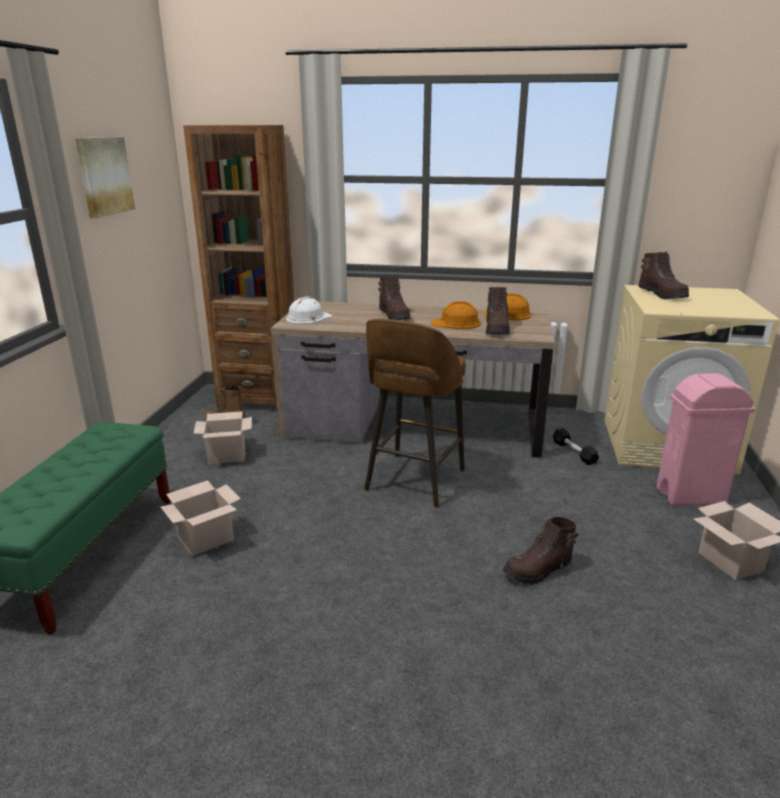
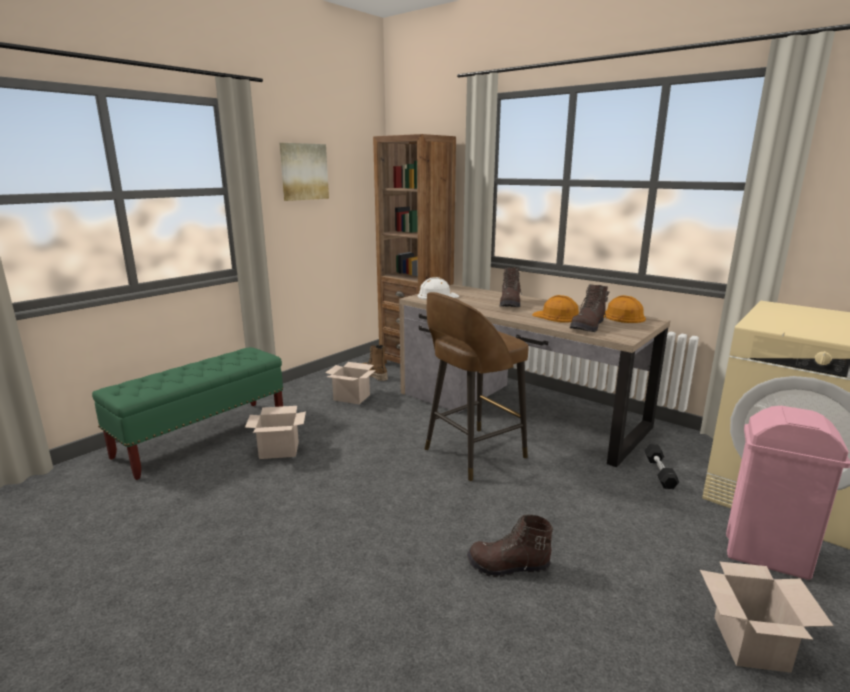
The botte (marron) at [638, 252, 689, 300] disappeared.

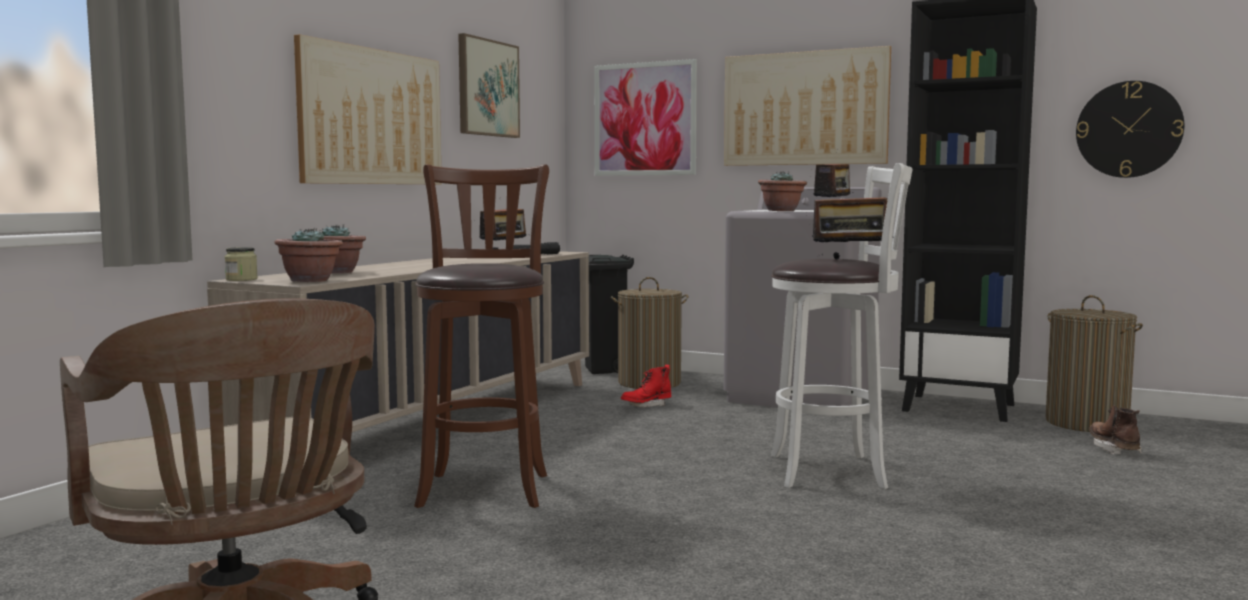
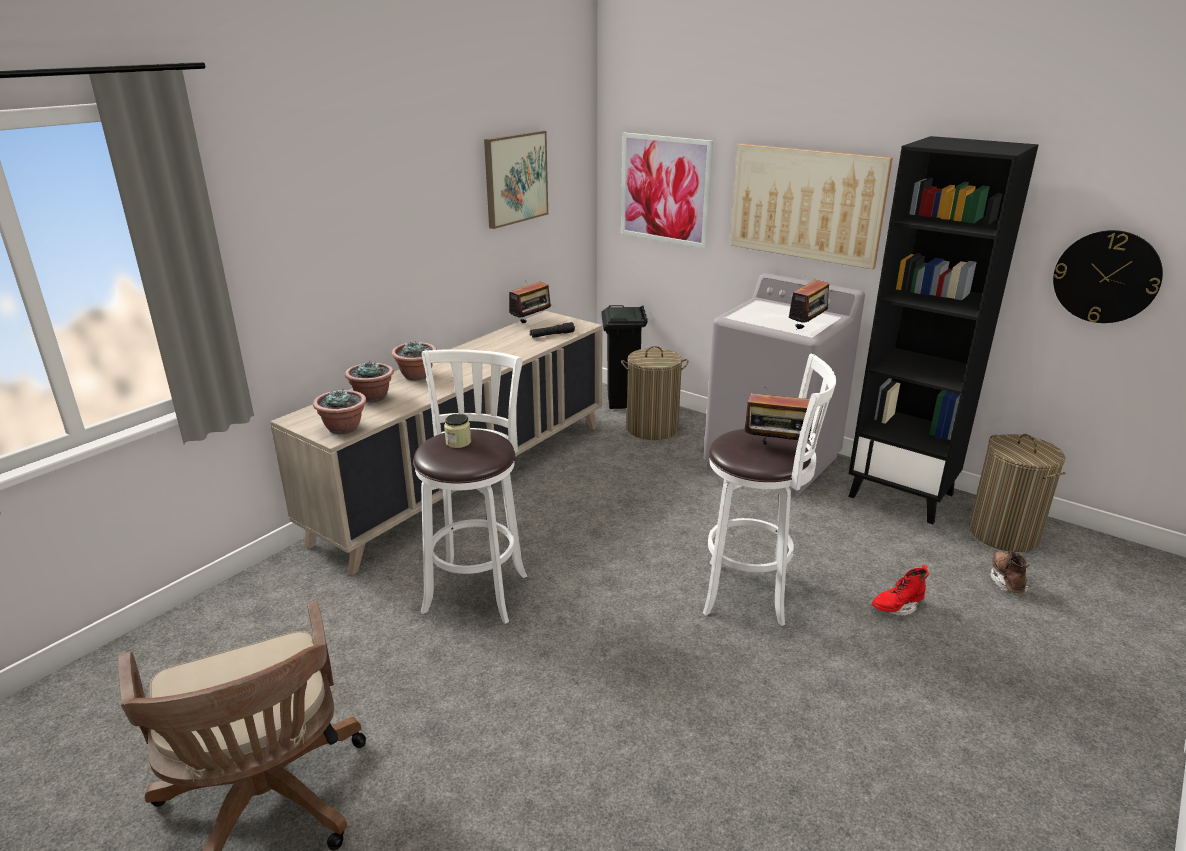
The bocal moved from [225, 247, 258, 281] to [444, 414, 471, 448].
The tableau at [294, 34, 442, 184] disappeared.
The tabouret (marron) at [414, 165, 549, 508] became the tabouret (blanc) at [413, 349, 527, 624].
The botte (rouge) moved from [621, 365, 671, 408] to [872, 565, 929, 616].
The plante en pot moved from [758, 172, 807, 211] to [391, 341, 437, 380].

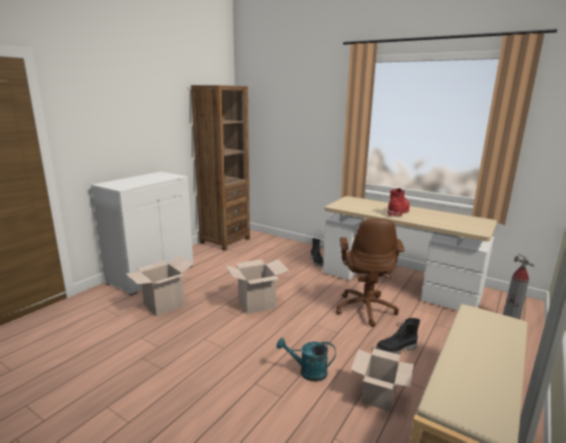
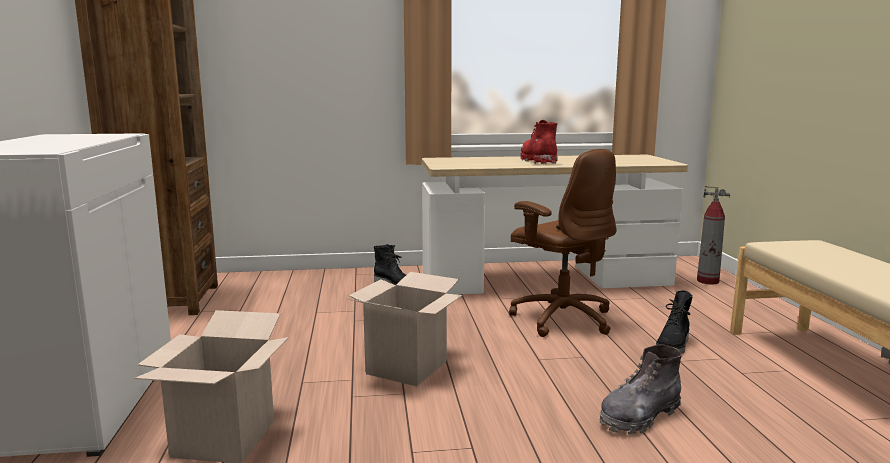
The arrosoir (turquoise) at [277, 338, 336, 382] was replaced by the botte (gris) at [600, 344, 682, 434].
The carton at [351, 348, 414, 412] disappeared.

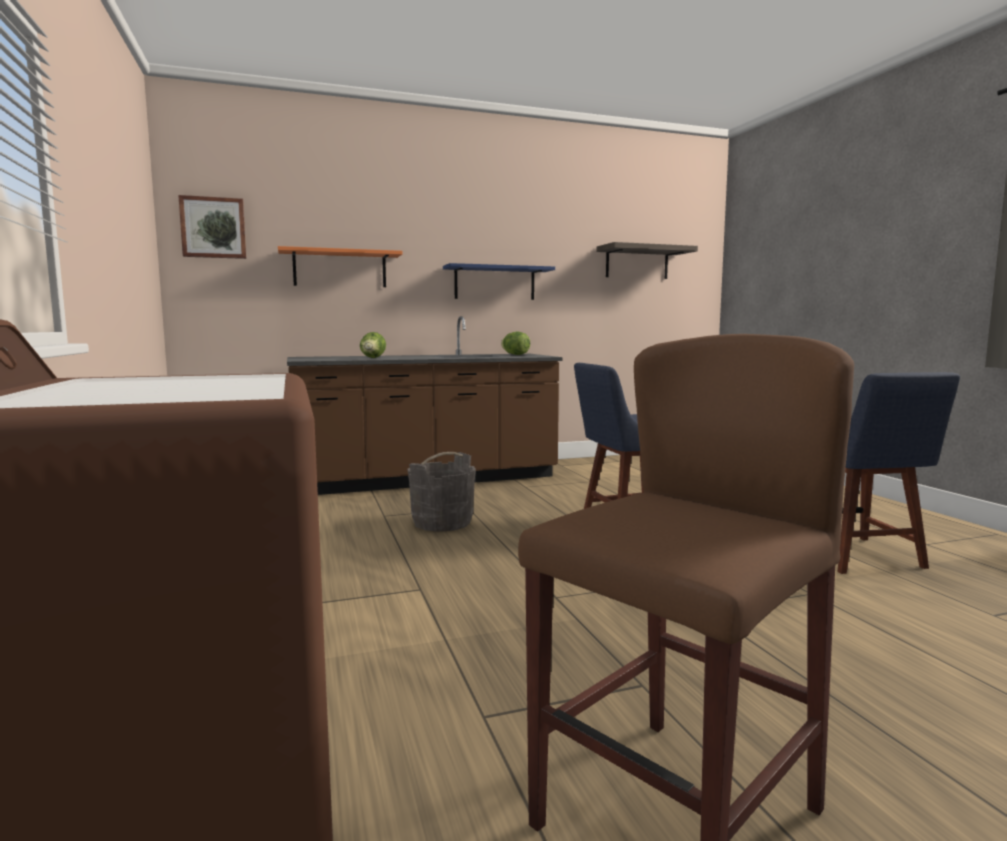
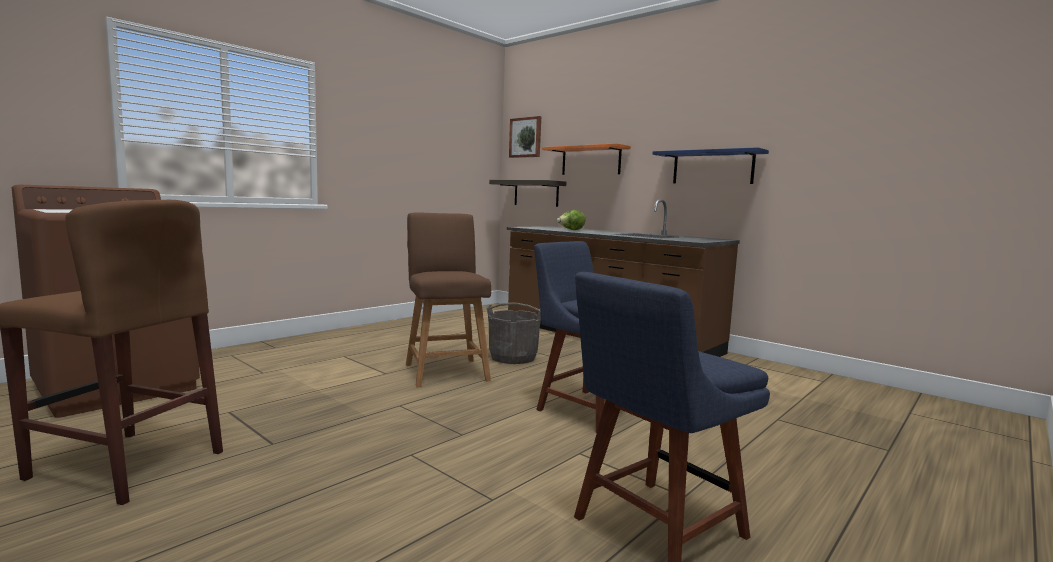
The laitue at [501, 332, 530, 355] disappeared.
The étagère moved from [596, 242, 698, 279] to [489, 180, 566, 207].
The tabouret (marron) at [406, 213, 491, 387] appeared.

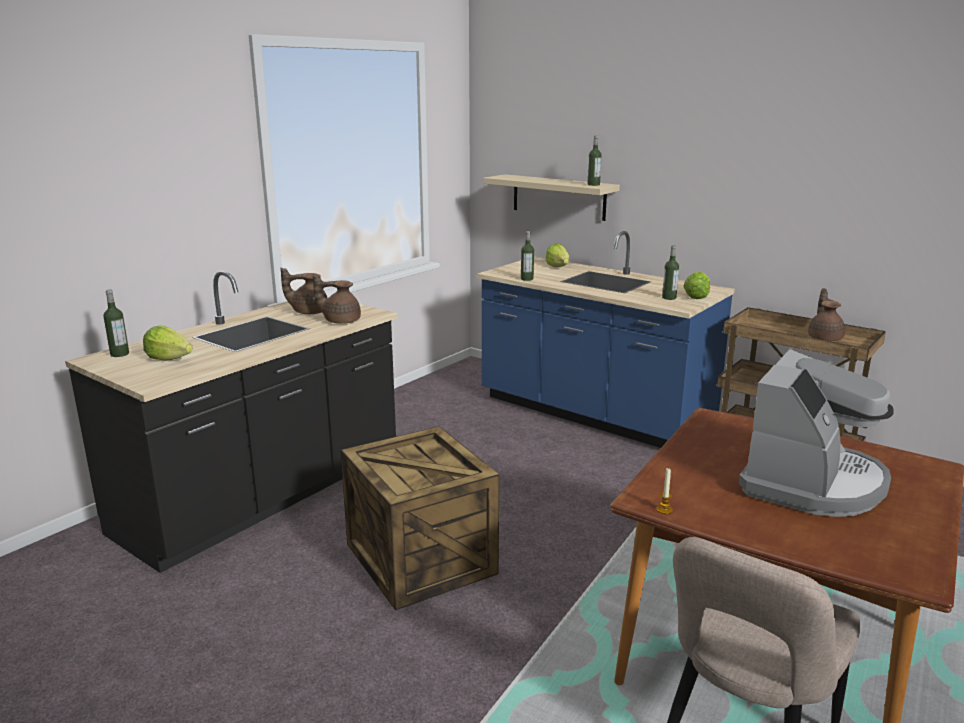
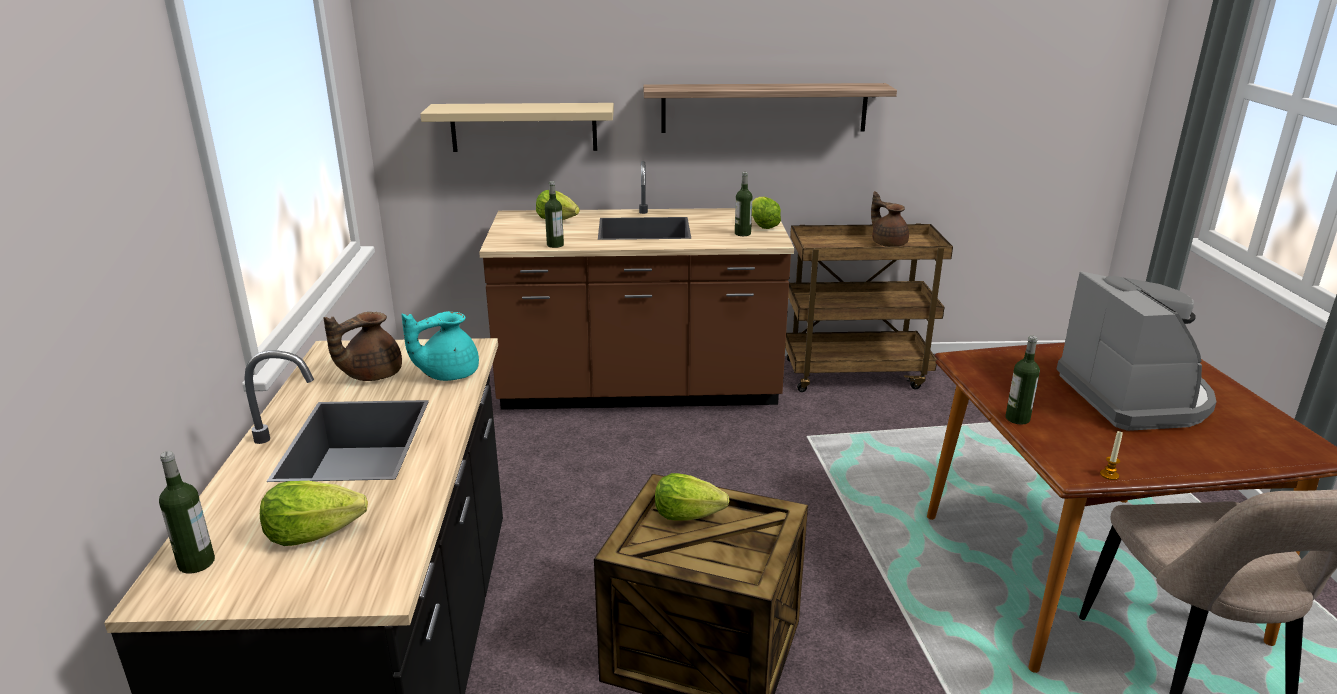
The théière (marron) at [313, 273, 361, 324] became the théière (turquoise) at [402, 311, 479, 381].
The comptoir de cuisine (bleu) at [477, 231, 735, 448] became the comptoir de cuisine (marron) at [479, 161, 794, 410].
The bouteille moved from [588, 136, 602, 186] to [1005, 336, 1040, 425].
The étagère at [643, 83, 897, 133] appeared.
The laitue at [655, 473, 729, 521] appeared.

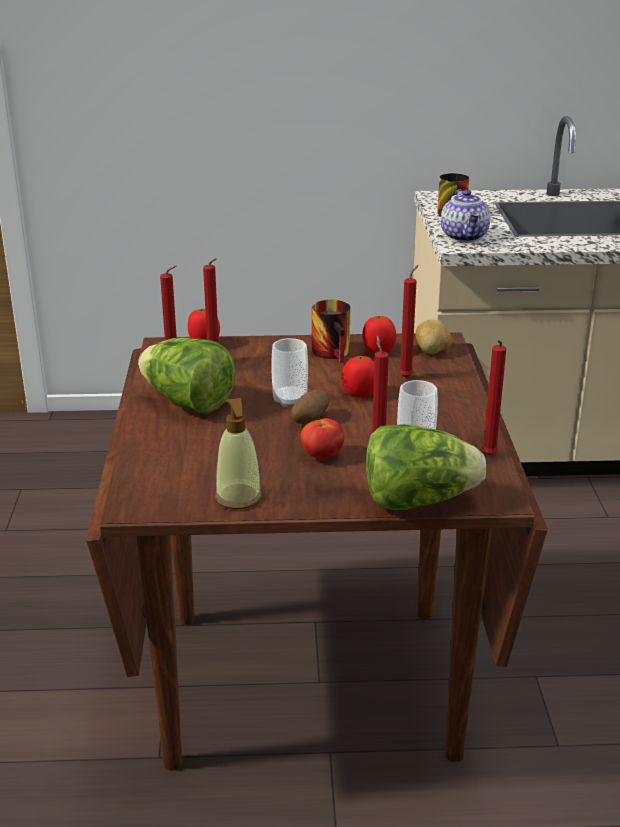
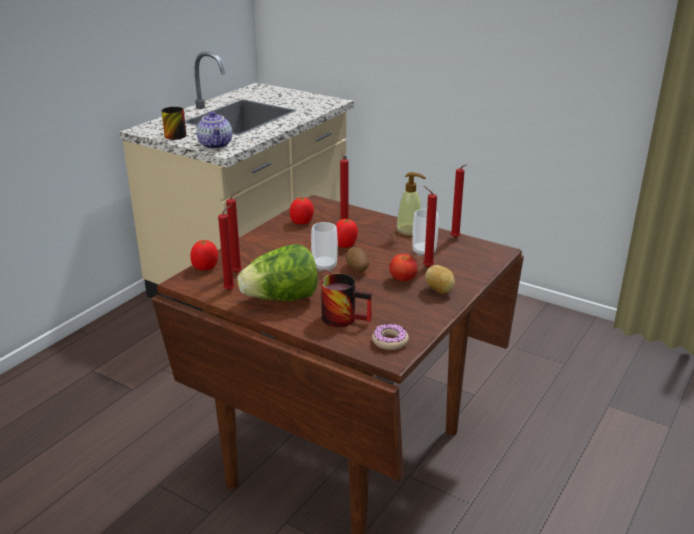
The distributeur de savon moved from [215, 398, 262, 509] to [396, 172, 426, 237].
The mug moved from [312, 300, 350, 363] to [321, 274, 372, 327].
The laitue at [366, 424, 486, 510] disappeared.
The pomme de terre moved from [416, 319, 452, 354] to [425, 265, 455, 294].
The théière at [441, 189, 490, 242] turned 45 degrees clockwise.
The beignet at [372, 324, 409, 350] appeared.

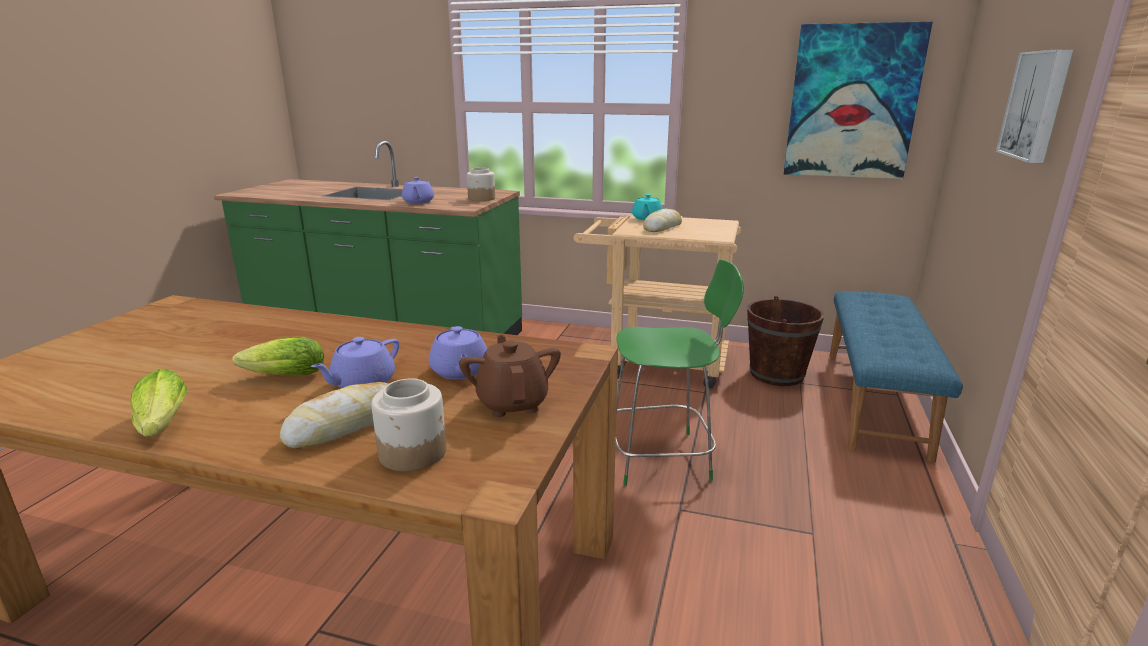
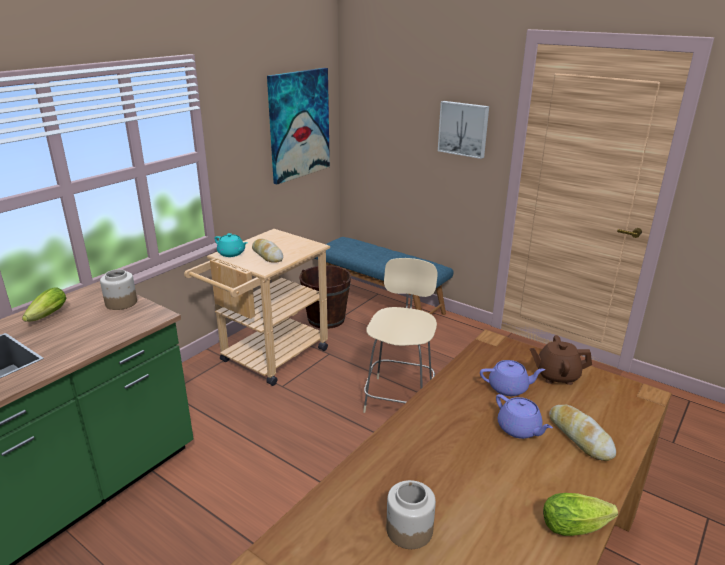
The laitue moved from [232, 337, 324, 375] to [22, 287, 66, 322].
The bocal moved from [371, 378, 446, 471] to [386, 480, 436, 549].
The théière (violet) at [402, 177, 434, 204] disappeared.
The tabouret (vert) at [616, 260, 744, 486] became the tabouret (beige) at [363, 258, 437, 413].

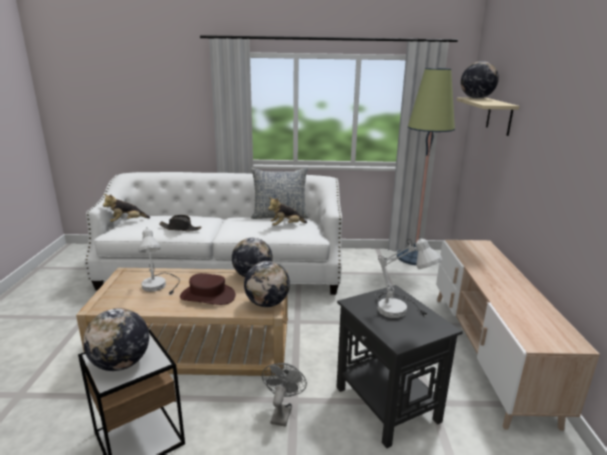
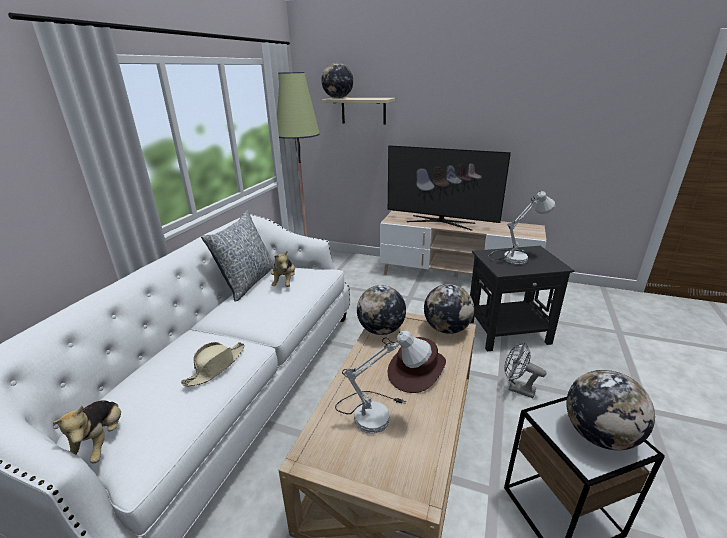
The chapeau (noir) at [159, 215, 201, 231] became the chapeau (beige) at [181, 342, 245, 386].
The téléviseur at [388, 145, 511, 231] appeared.

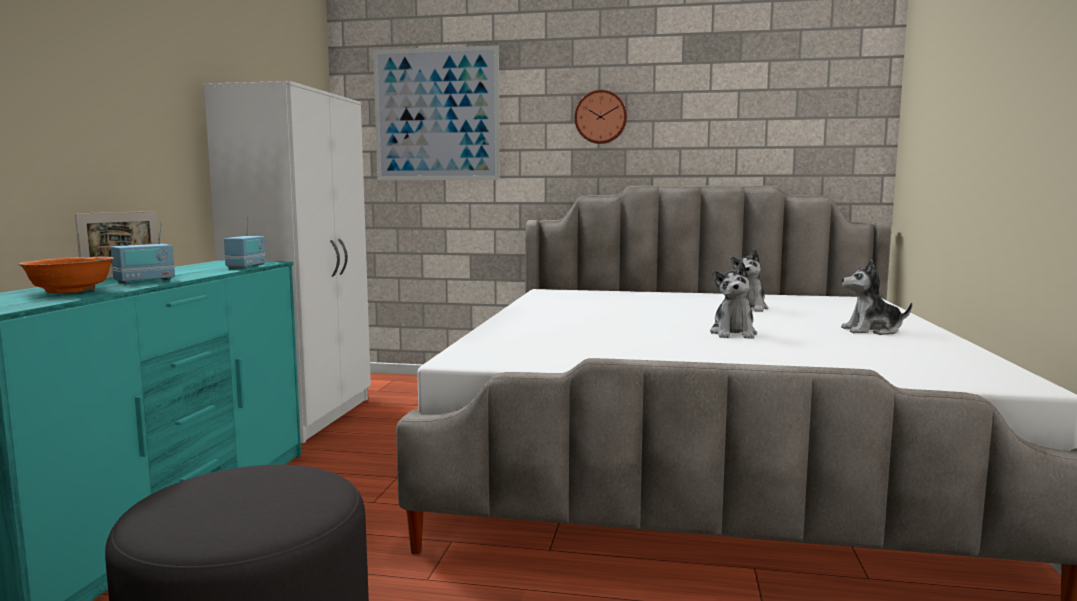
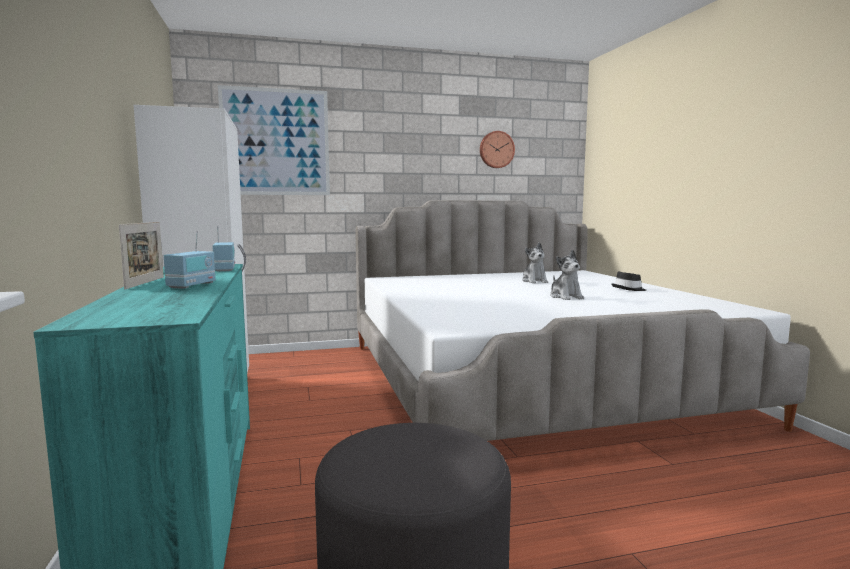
The bol (orange) at [19, 256, 114, 294] disappeared.
The horloge murale moved from [575, 90, 627, 144] to [480, 131, 515, 168].
The peluche at [841, 260, 912, 335] was replaced by the chapeau (noir) at [611, 271, 646, 291].

